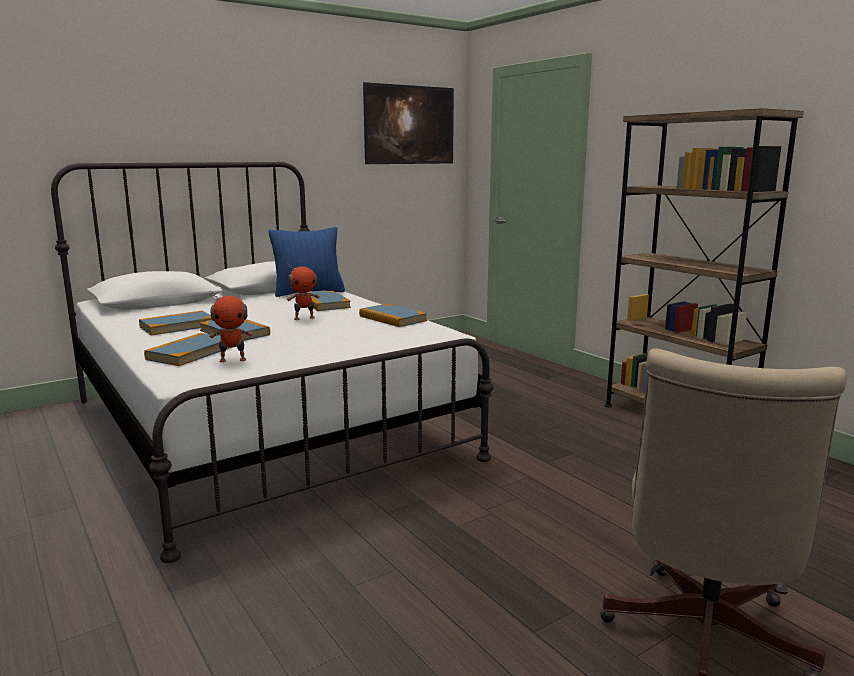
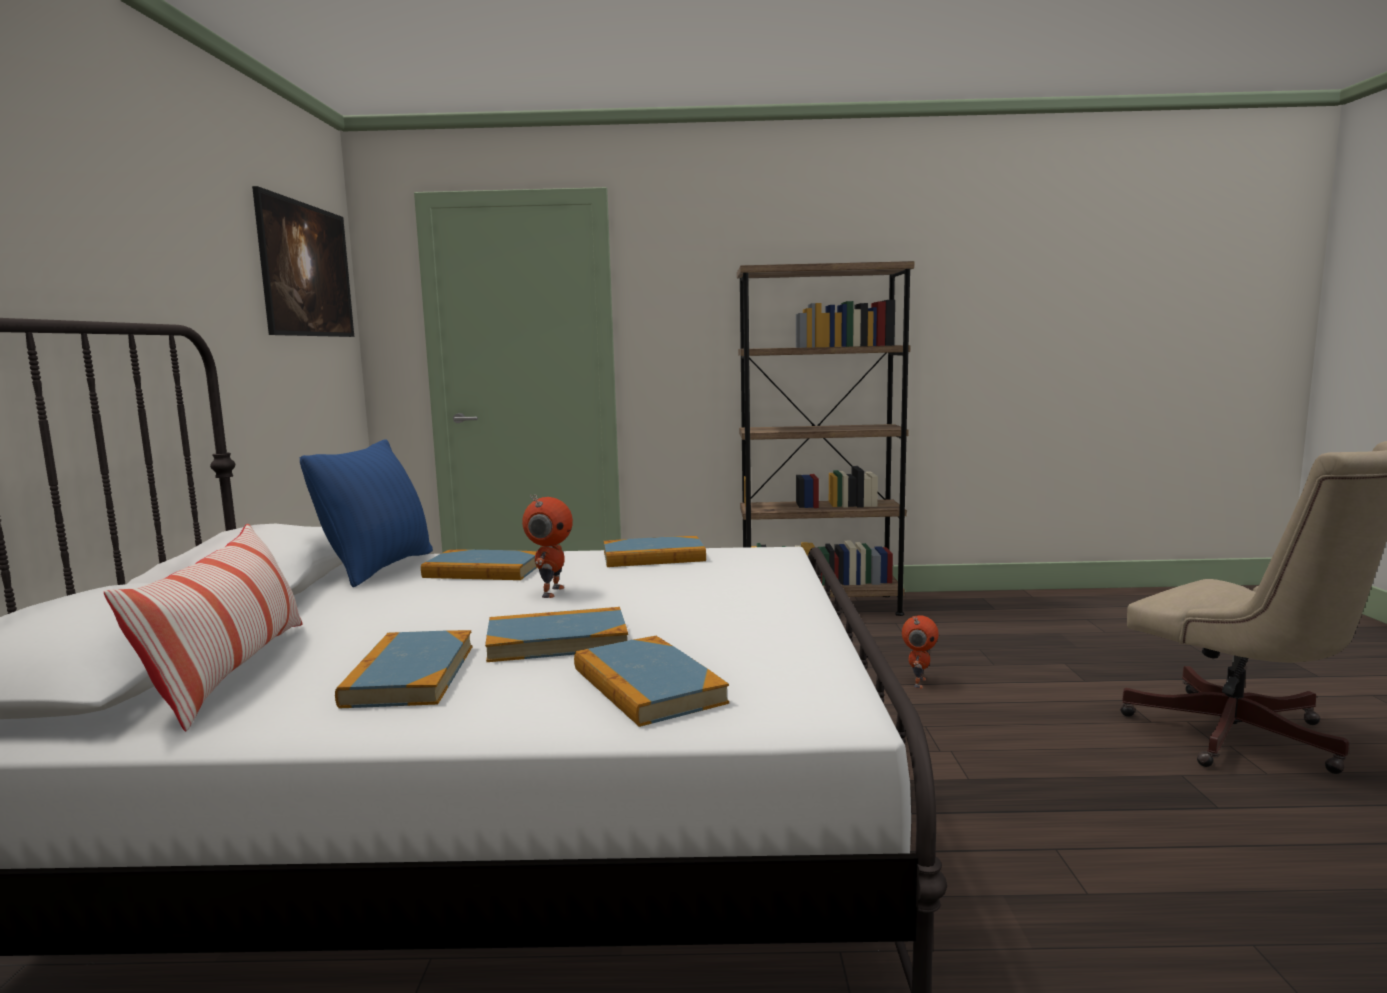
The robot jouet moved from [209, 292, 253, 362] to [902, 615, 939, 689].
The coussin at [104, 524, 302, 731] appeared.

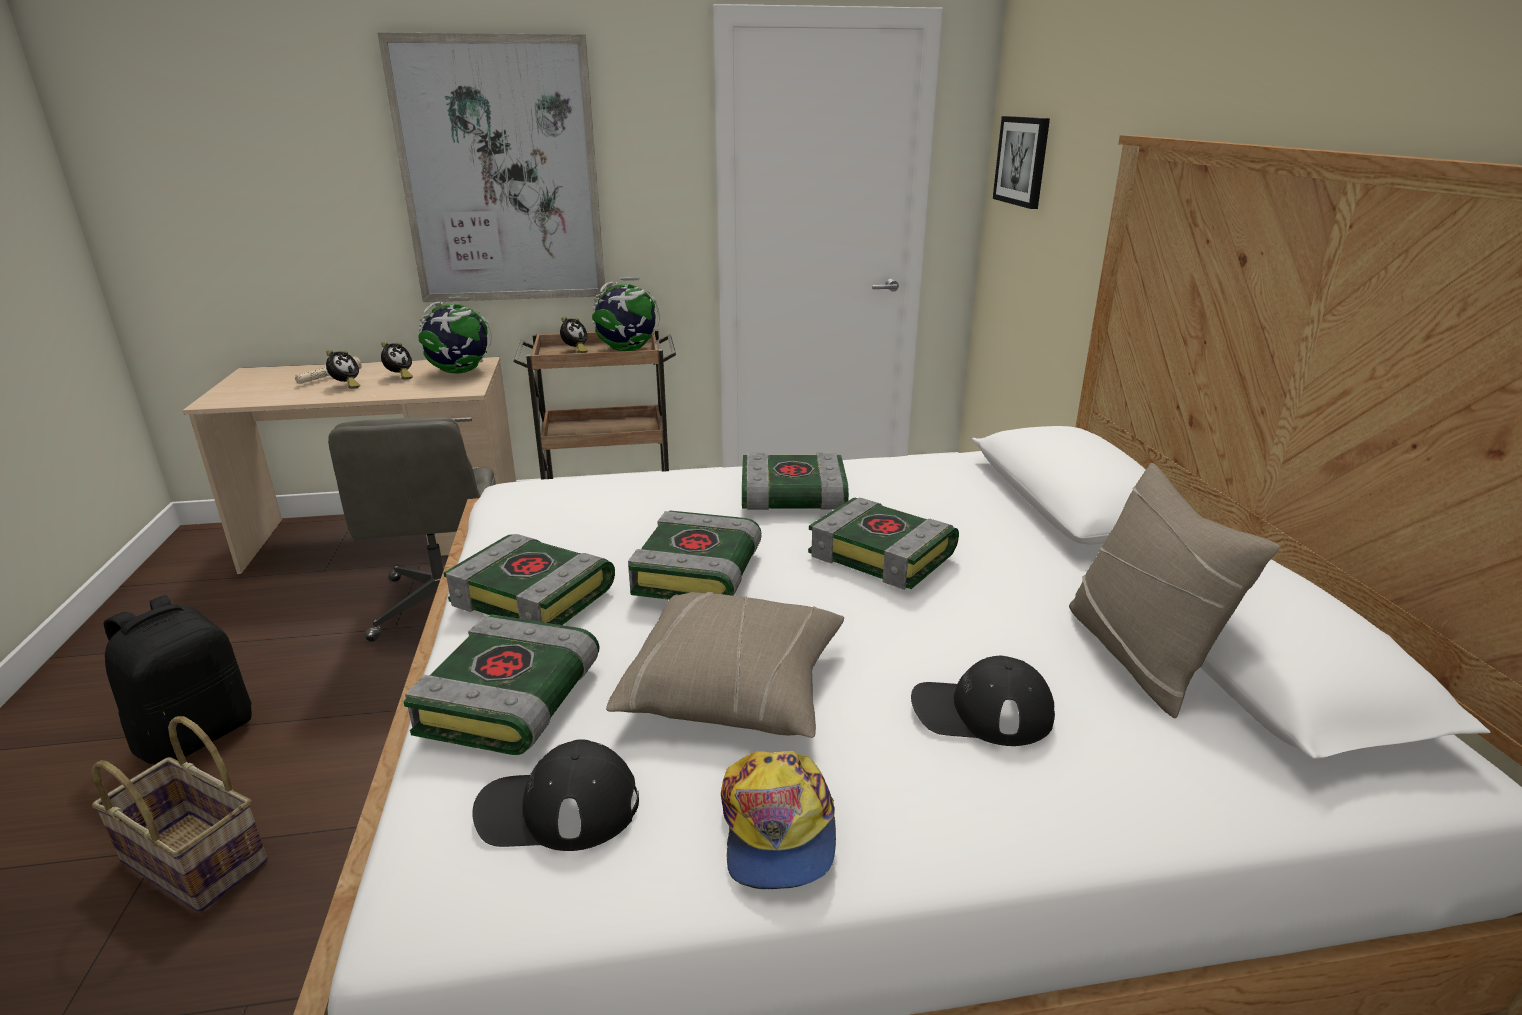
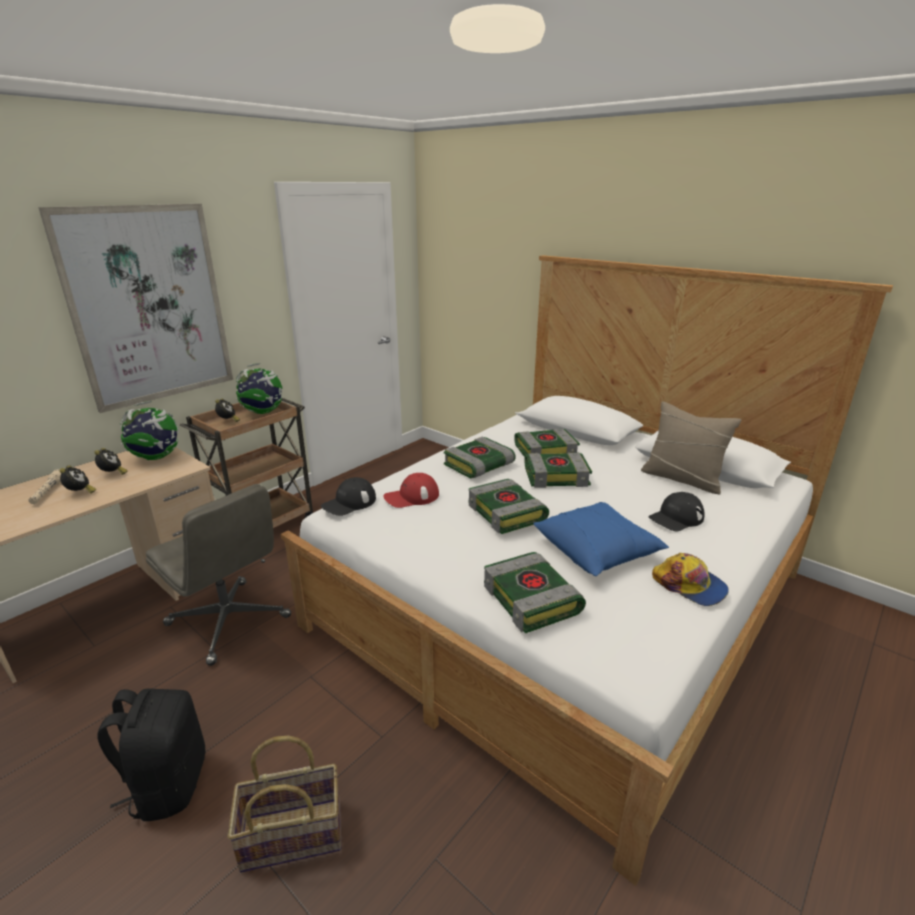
The livre moved from [444, 534, 615, 625] to [514, 428, 580, 457].
The casquette (noir) moved from [472, 739, 639, 851] to [321, 477, 376, 516].
The coussin (beige) at [606, 592, 844, 738] became the coussin (bleu) at [533, 502, 669, 576].
The tableau at [993, 116, 1050, 209] disappeared.
The casquette (rouge) at [383, 473, 439, 508] appeared.

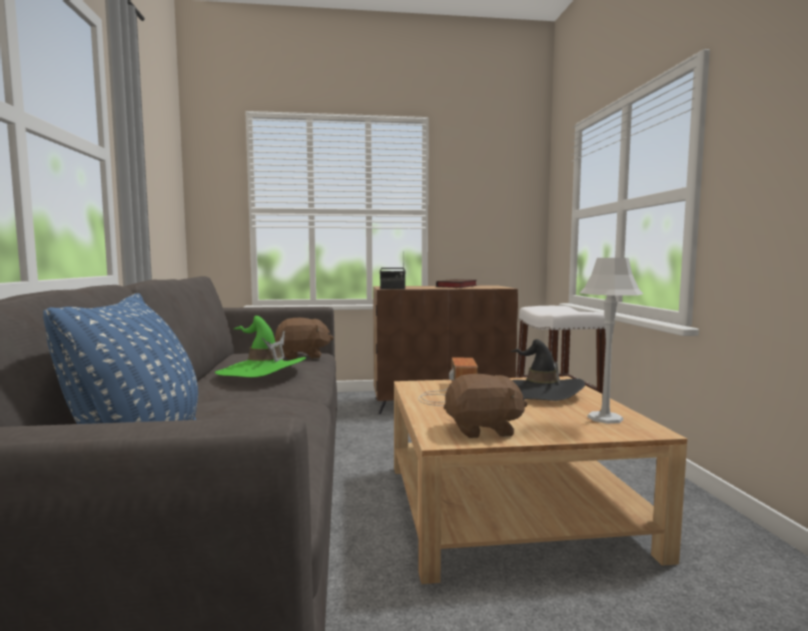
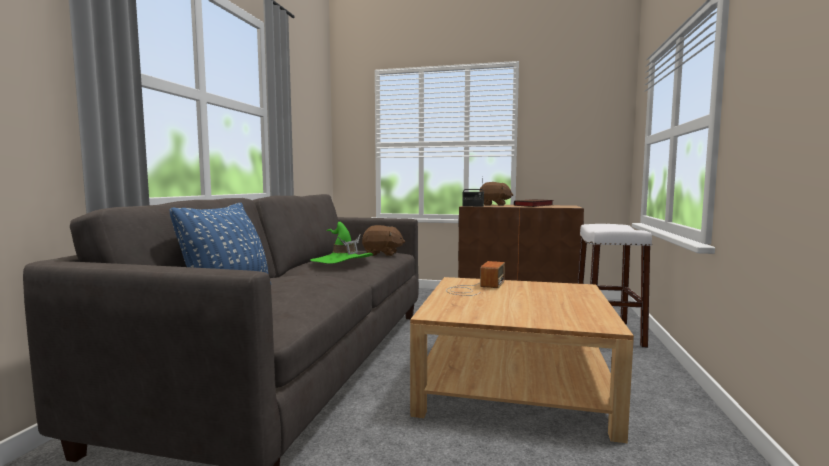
The peluche (marron) moved from [444, 374, 528, 438] to [479, 182, 513, 206].
The chapeau (noir) at [510, 339, 585, 401] disappeared.
The lampe de table (gris) at [580, 258, 643, 424] disappeared.

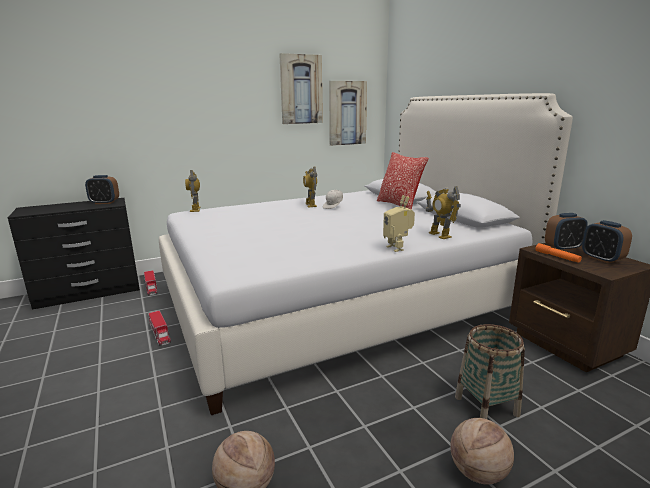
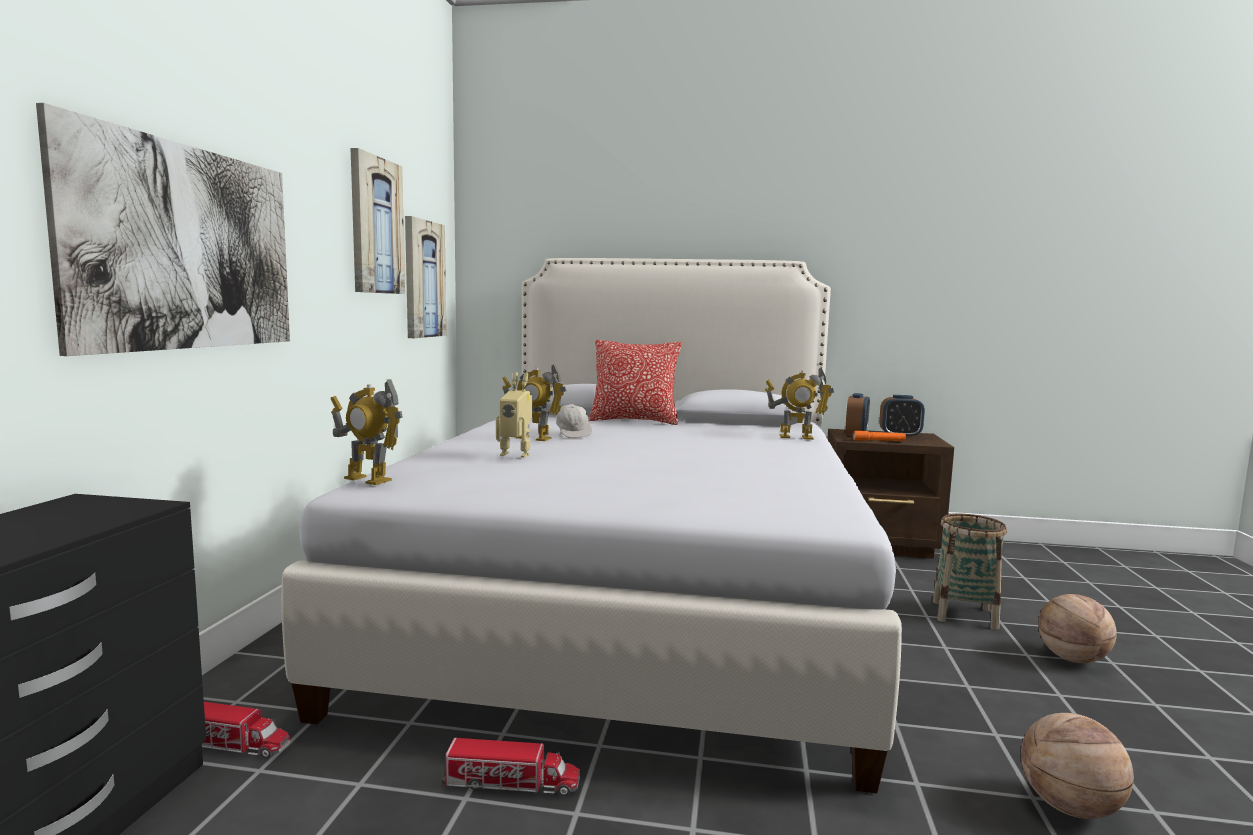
The réveil at [85, 175, 119, 204] disappeared.
The robot jouet moved from [383, 195, 415, 252] to [496, 372, 532, 458].
The tableau at [36, 103, 290, 356] appeared.

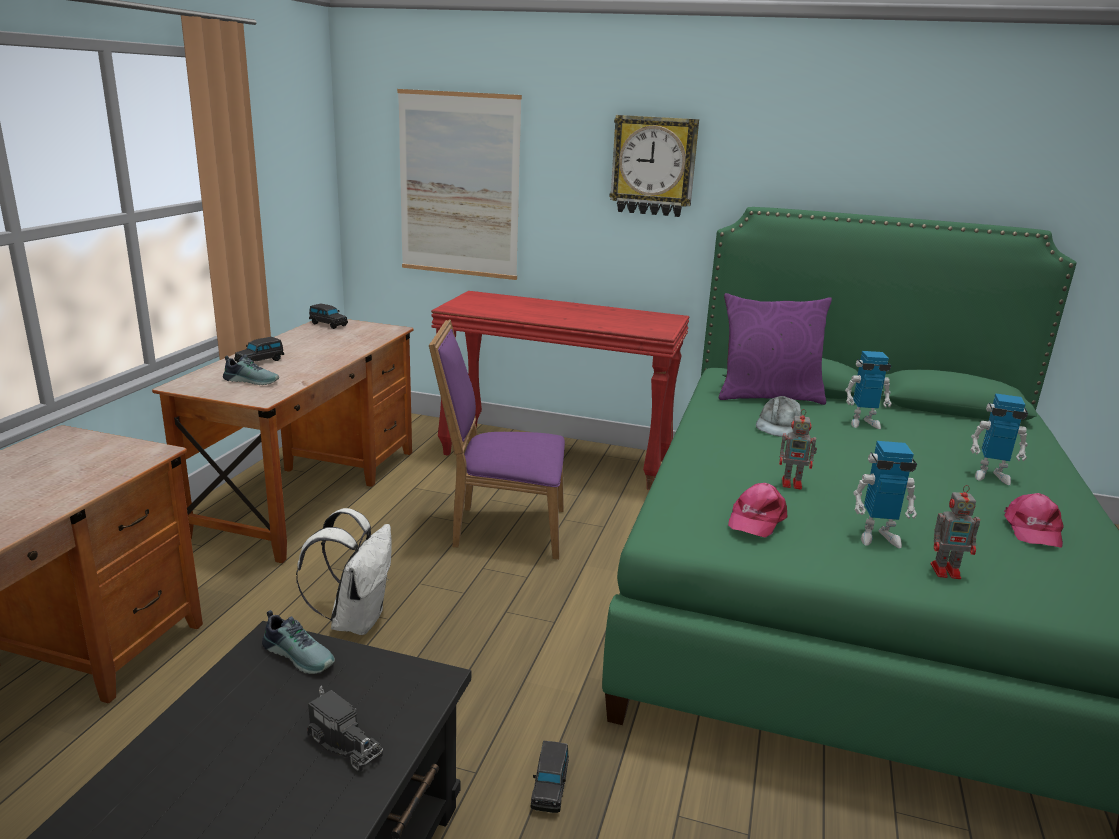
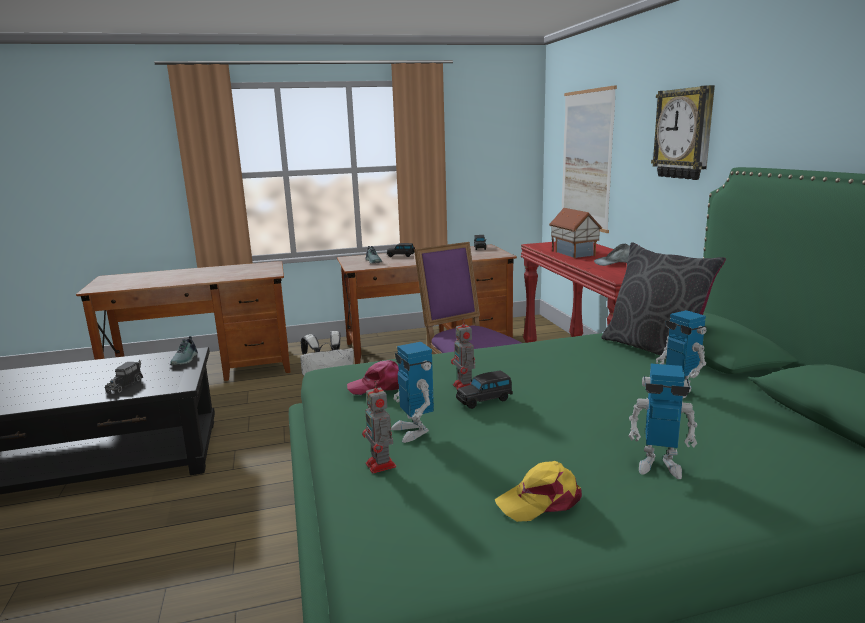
The petite voiture (noir) moved from [531, 741, 569, 813] to [456, 370, 513, 409].
The coussin (violet) at [719, 293, 832, 405] became the coussin (gris) at [601, 242, 726, 358].
The casquette (gris) moved from [756, 396, 802, 437] to [594, 244, 630, 266].
The robot jouet at [971, 393, 1028, 485] turned 60 degrees counterclockwise.
The casquette (rose) at [1004, 493, 1064, 548] became the casquette (jaune) at [495, 461, 582, 522].
The maison miniature at [549, 208, 602, 258] appeared.

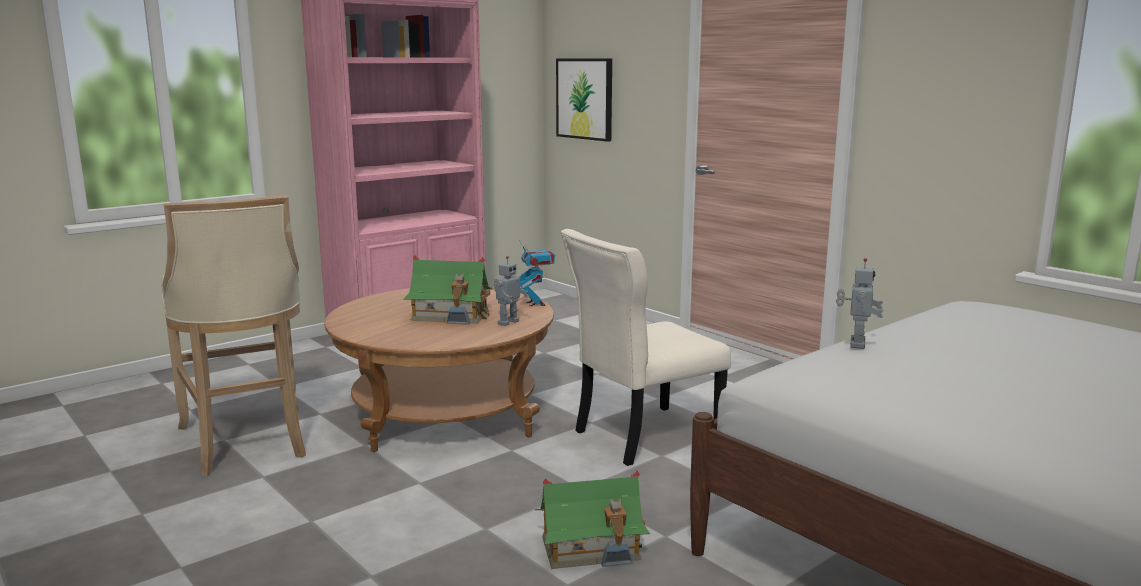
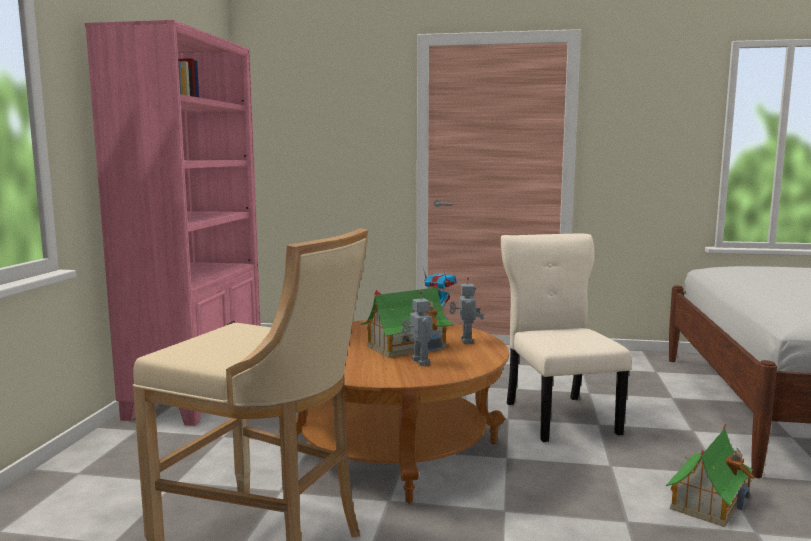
The tableau at [556, 58, 612, 142] disappeared.
The chaise (beige) at [561, 229, 731, 466] turned 150 degrees clockwise.
The robot jouet moved from [836, 258, 884, 349] to [402, 291, 442, 366].

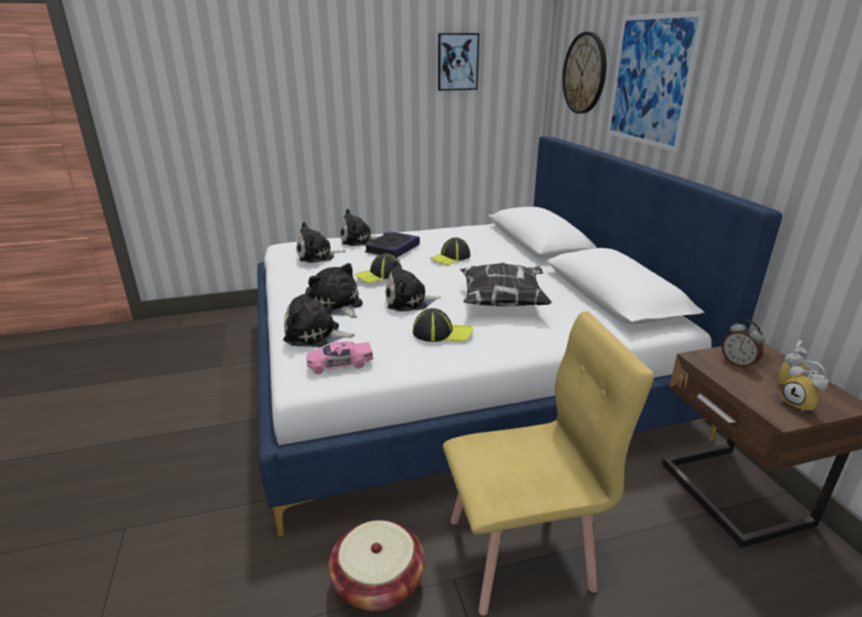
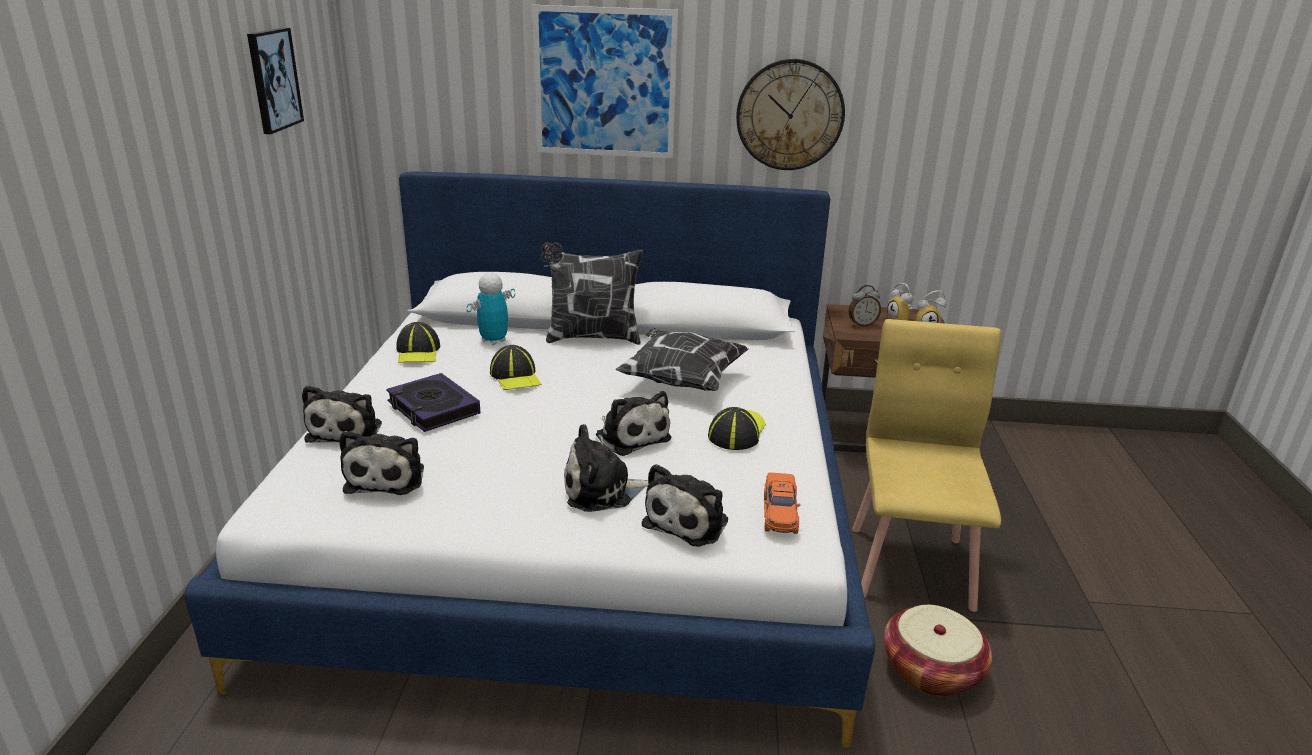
The petite voiture (rose) at [306, 341, 373, 374] became the petite voiture (orange) at [764, 473, 800, 534].
The casquette moved from [355, 253, 402, 283] to [396, 322, 440, 363].
The peluche at [385, 260, 441, 312] turned 45 degrees counterclockwise.
The horloge murale moved from [562, 32, 606, 114] to [736, 59, 845, 170].
The robot jouet at [466, 273, 515, 345] appeared.
The coussin at [541, 242, 643, 345] appeared.

